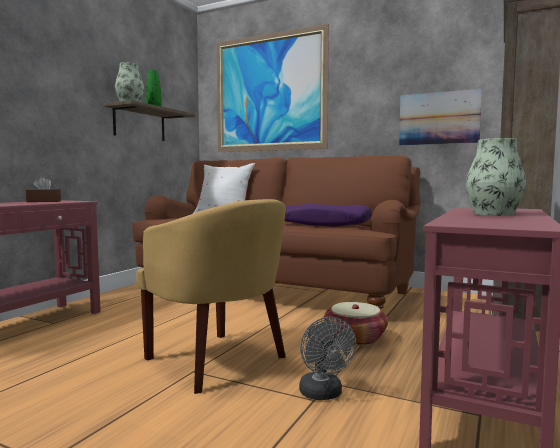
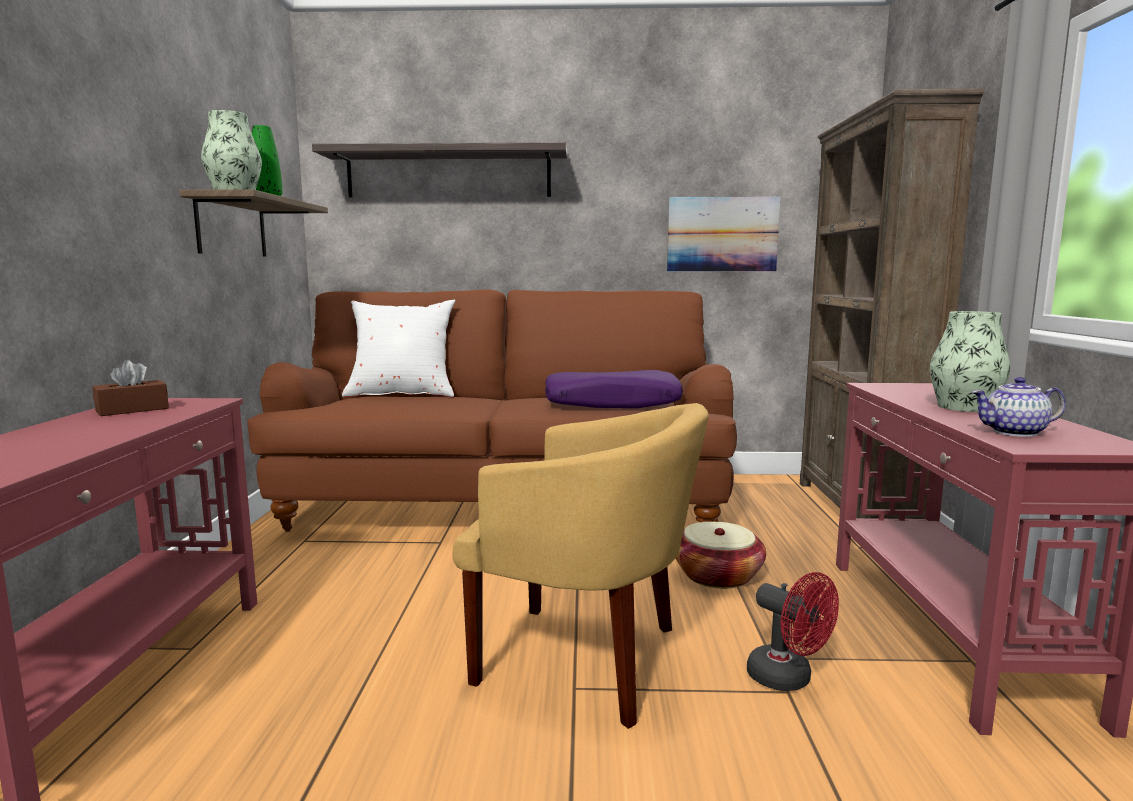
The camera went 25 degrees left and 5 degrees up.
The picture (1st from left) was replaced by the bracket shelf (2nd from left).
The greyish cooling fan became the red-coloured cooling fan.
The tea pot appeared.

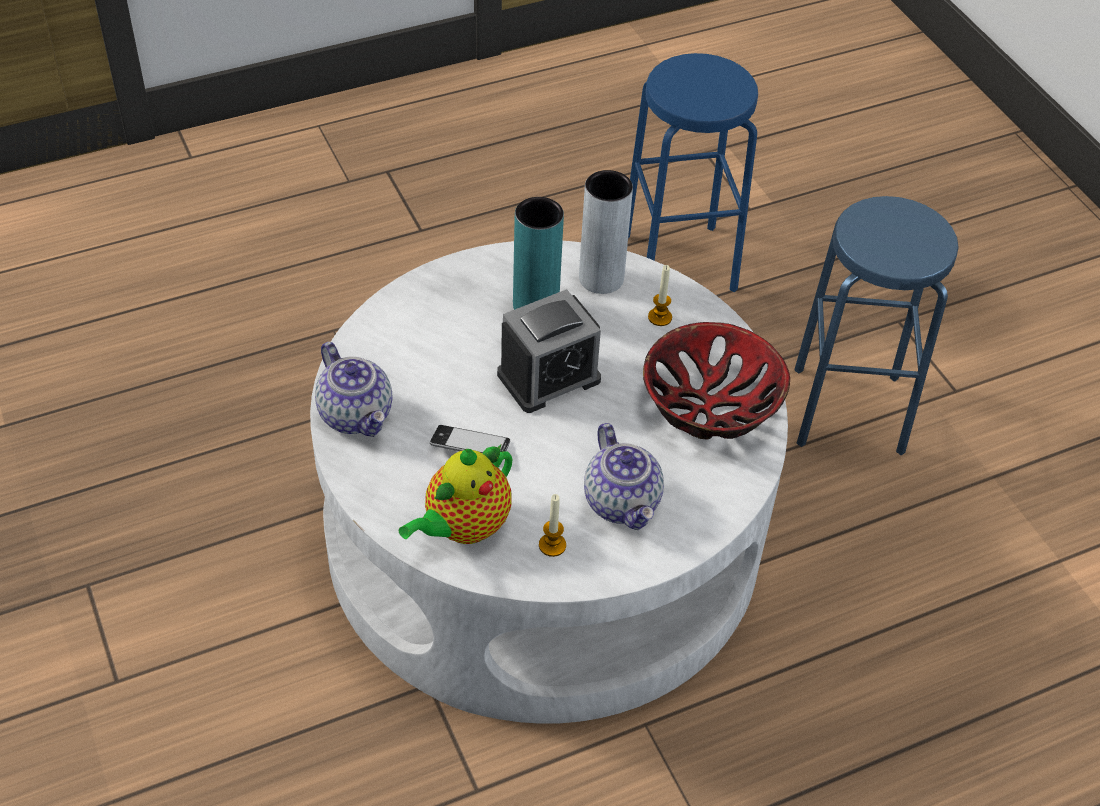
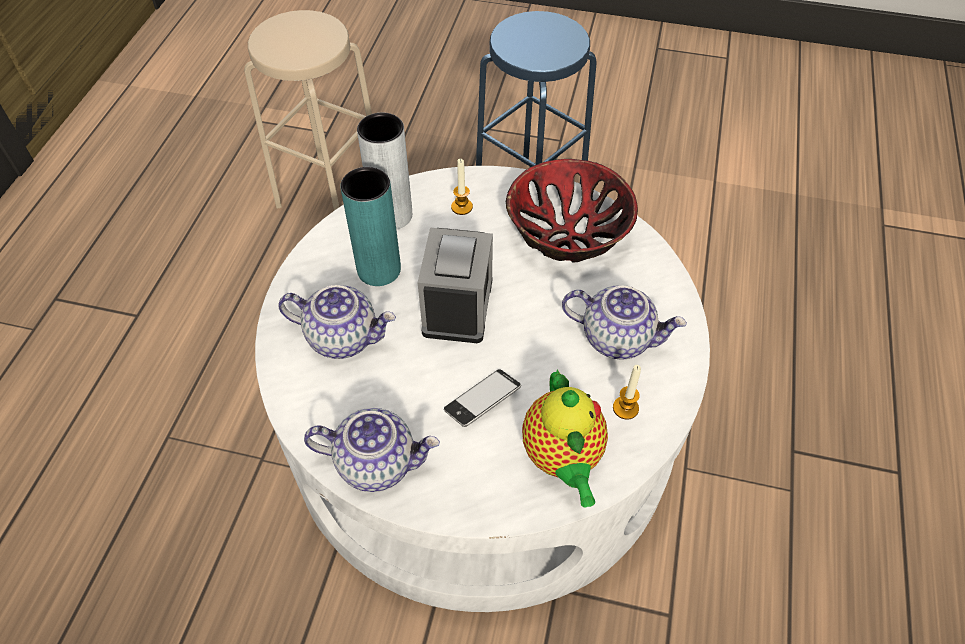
The camera went 50 degrees left and 5 degrees up.
The bluish stool (1st from left) became the sand-coloured stool.
The tea pot (1st from left) appeared.

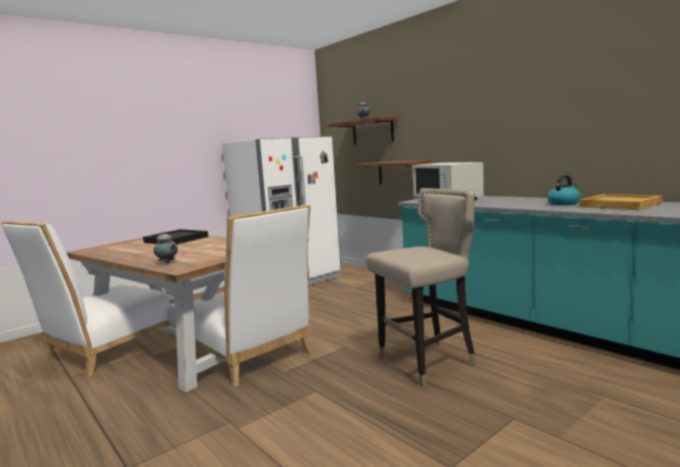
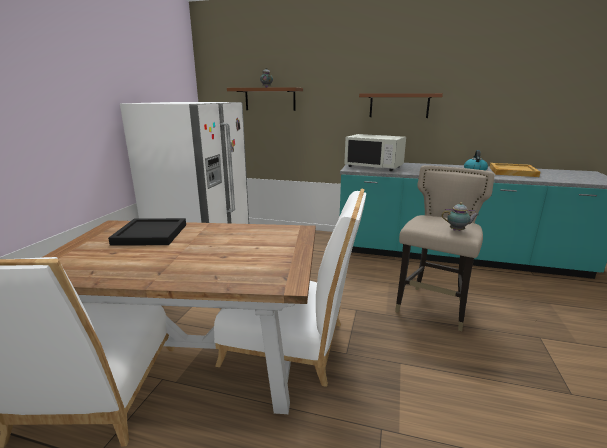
The camera went 35 degrees left and 10 degrees up.
The brown bracket shelf (2nd from left) moved.
The tea pot (1st from left in the first image) moved.

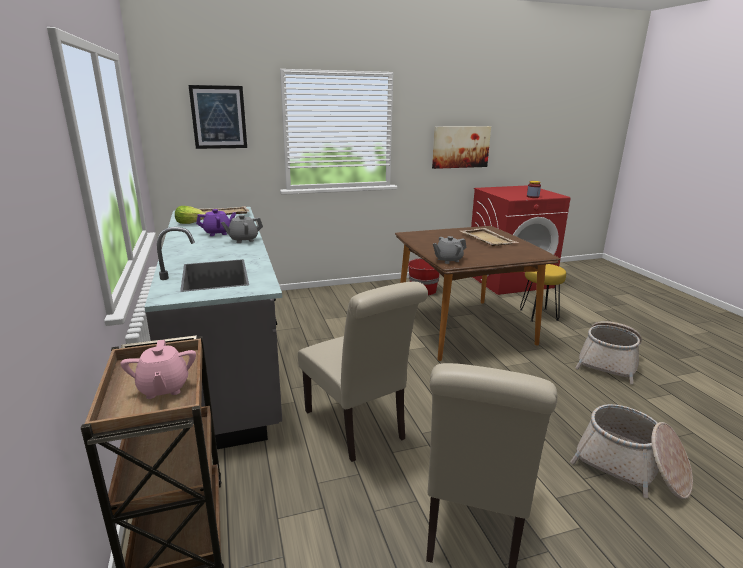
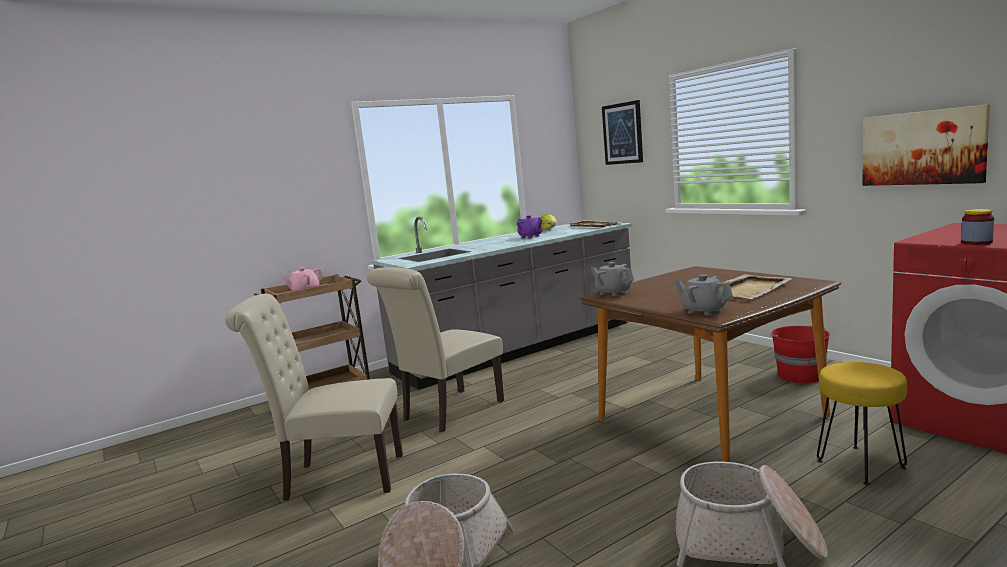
The camera went 75 degrees right and 10 degrees down.
The greyish tea pot (1st from left in the first image) moved.

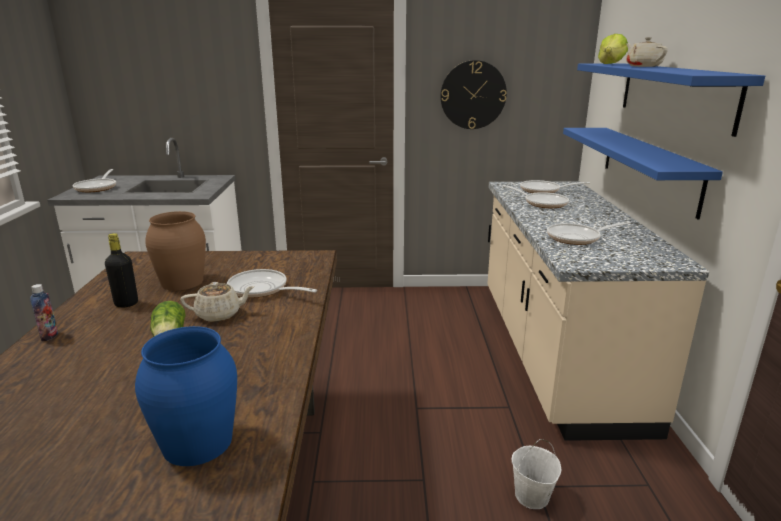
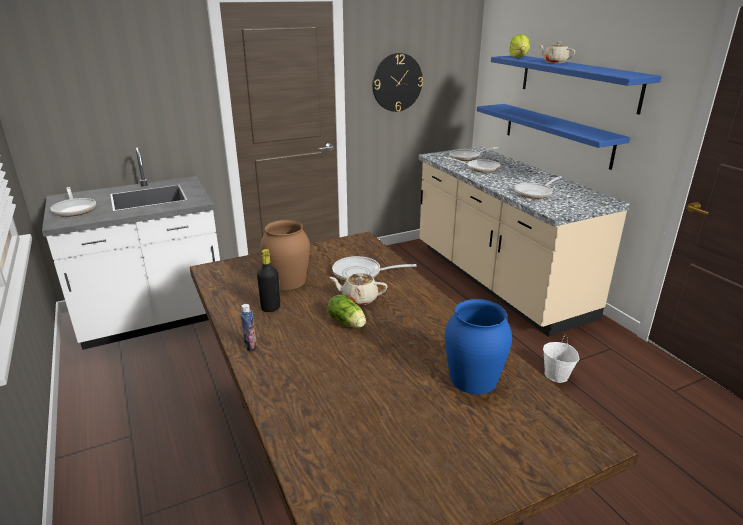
The camera went 25 degrees left and 5 degrees up.
The sand-coloured tea pot (1st from left) turned 135 degrees counterclockwise.

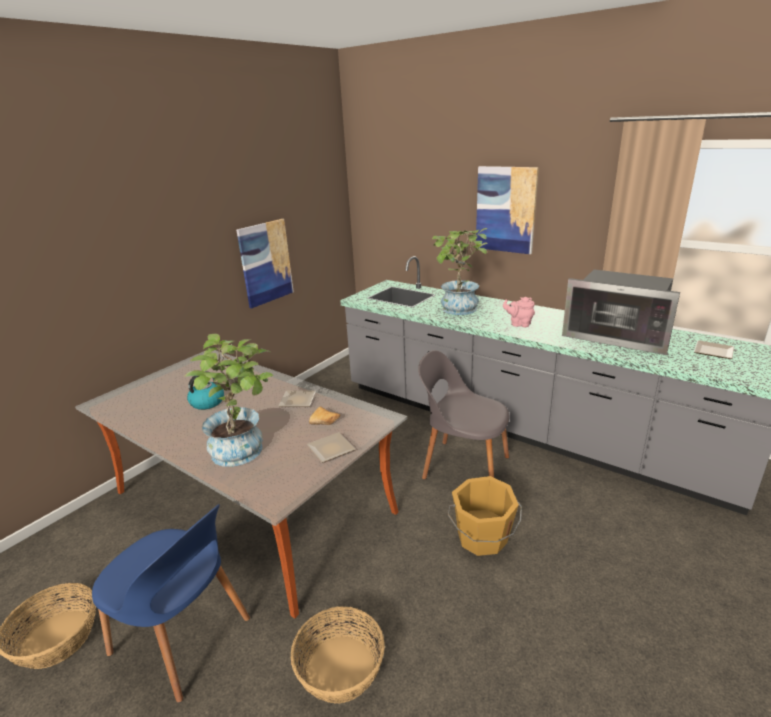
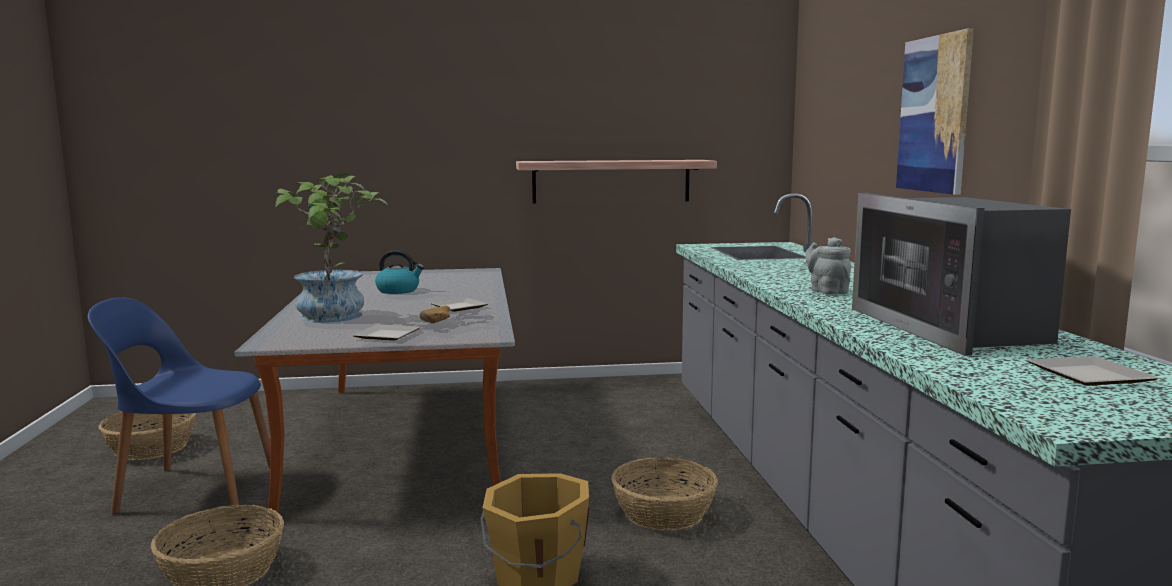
The camera went 45 degrees right and 15 degrees down.
The picture (1st from left) was replaced by the bracket shelf.
The potted plant (2nd from left) disappeared.
The pinkish tea pot became the greyish tea pot.
The greyish chair was replaced by the storage basket (3rd from left).
The bluish chair turned 105 degrees clockwise.

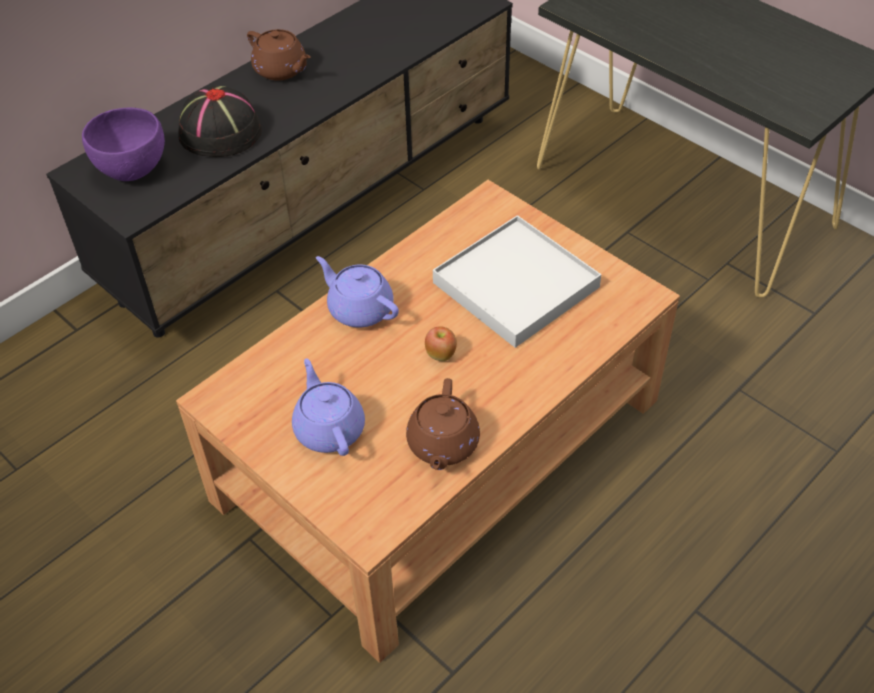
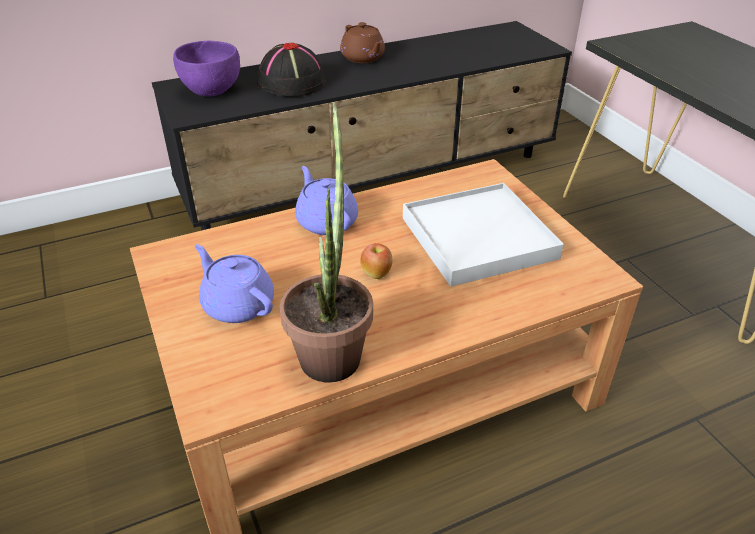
The camera went 20 degrees right and 10 degrees down.
The purplish tea pot (1st from left) turned 45 degrees counterclockwise.
The brown tea pot (2nd from left) was replaced by the potted plant.

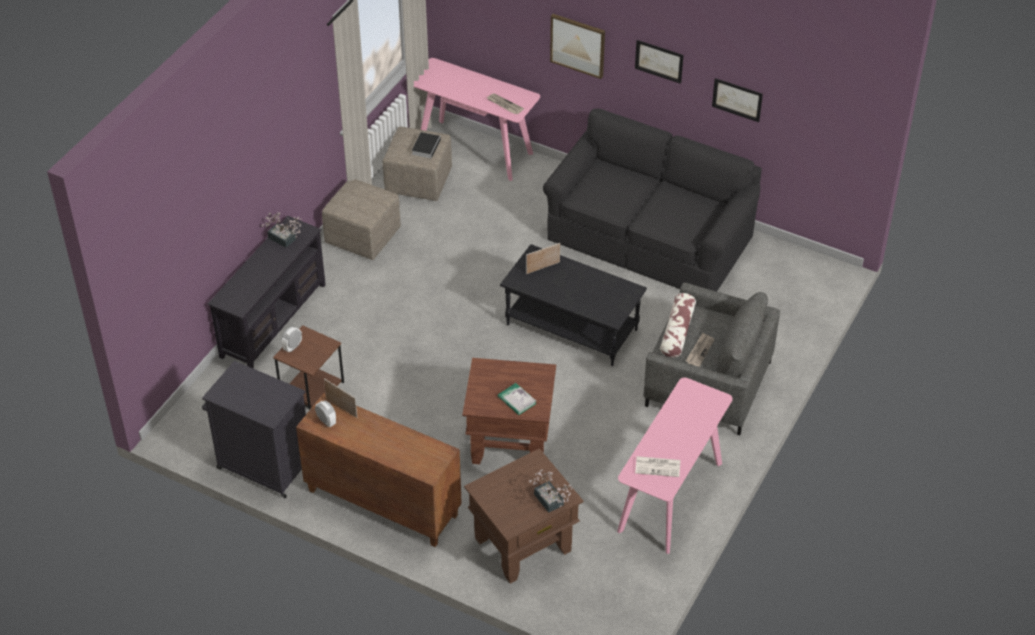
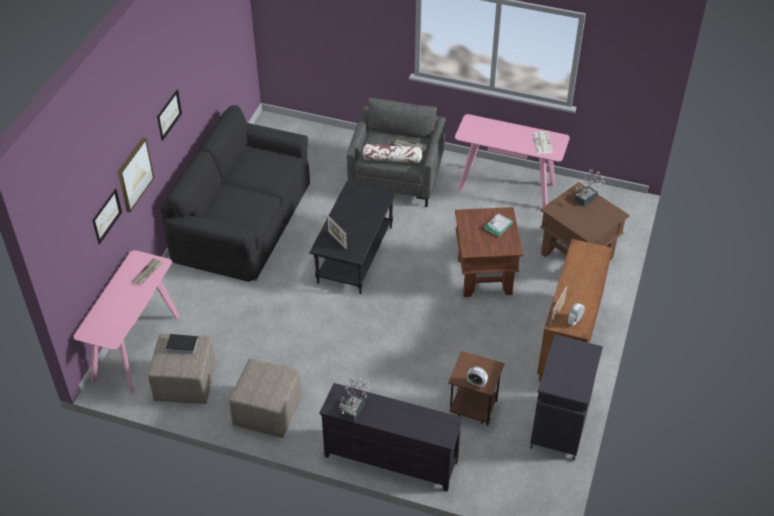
The camera went 100 degrees left and 0 degrees up.
The picture (3rd from left in the first image) moved.

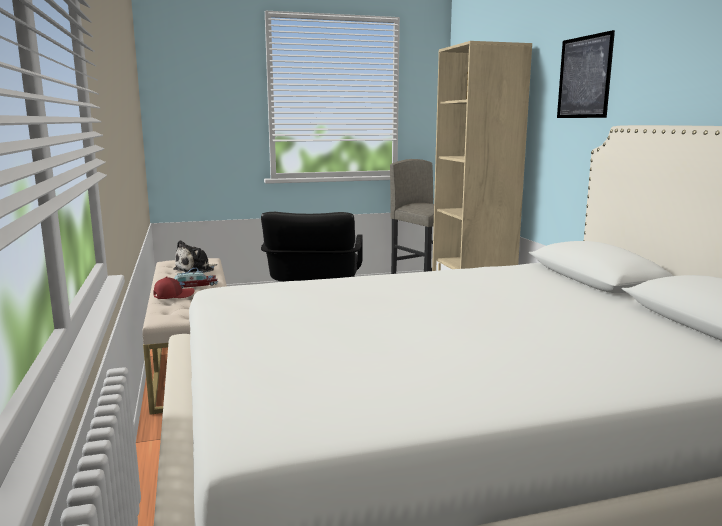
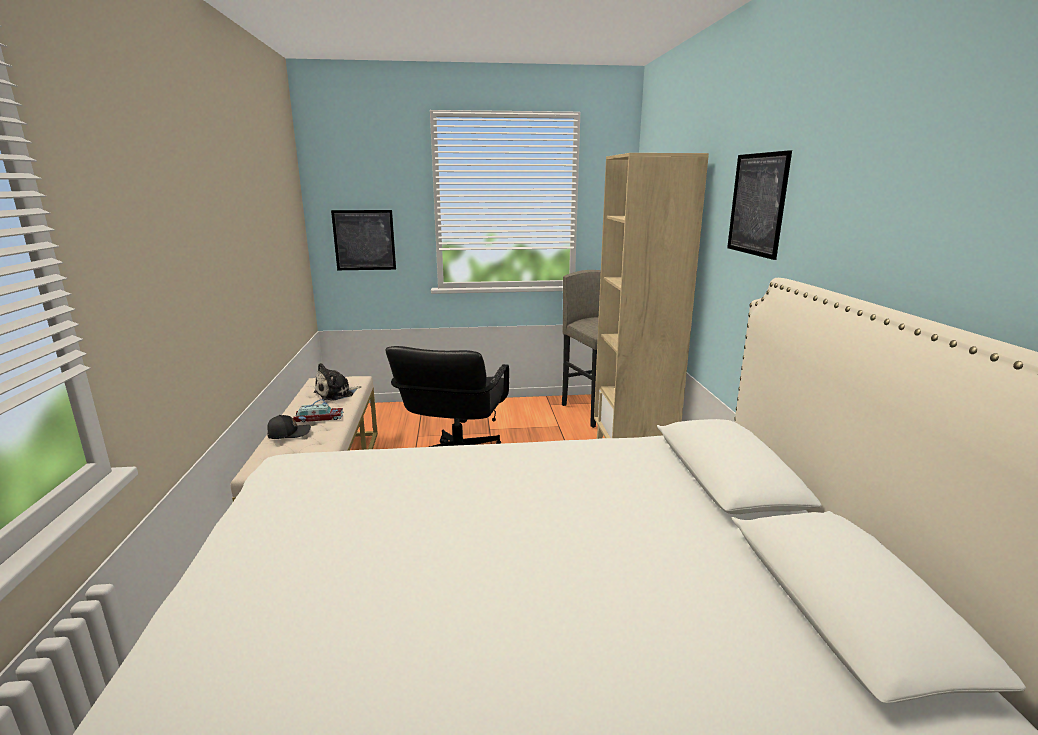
The camera went 10 degrees right and 5 degrees up.
The red-coloured cap became the black-coloured cap.
The picture (1st from left) appeared.

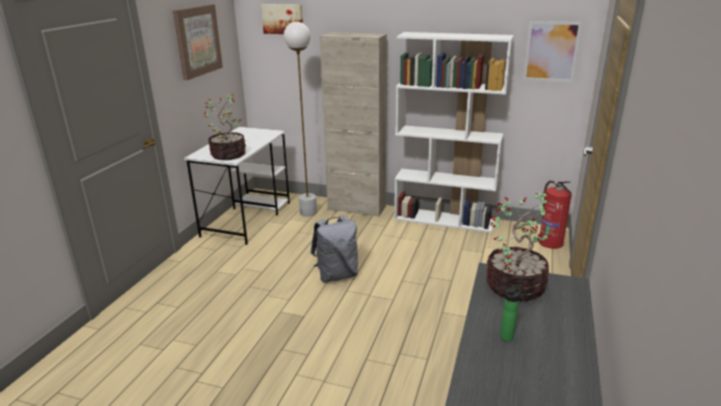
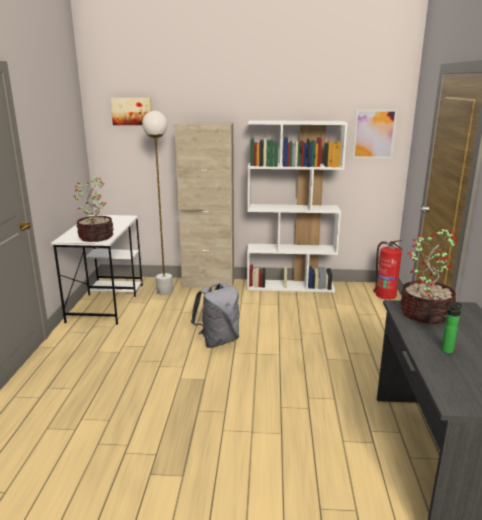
The camera went 15 degrees left and 5 degrees down.
The picture (1st from left) disappeared.

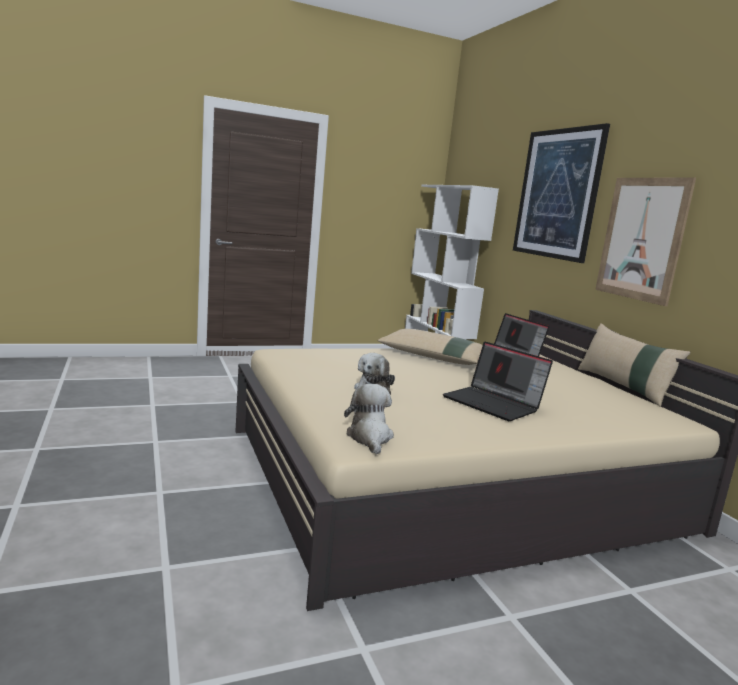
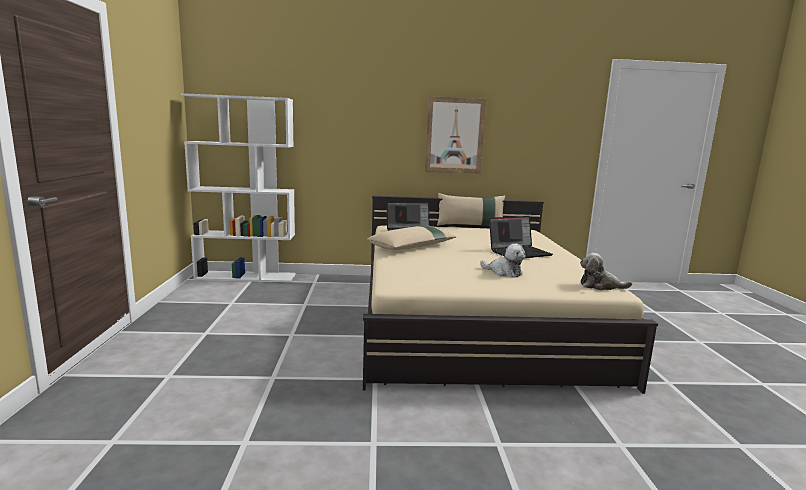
The camera went 70 degrees left and 0 degrees up.
The picture (1st from left) disappeared.

